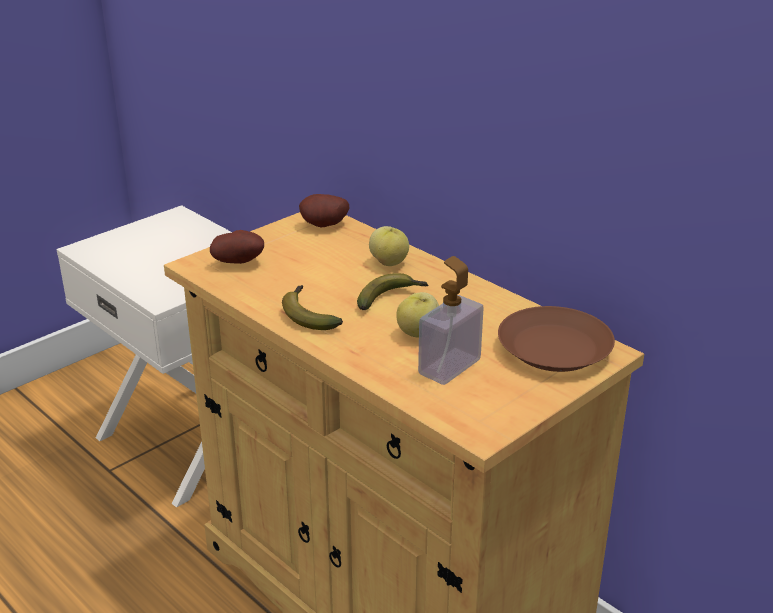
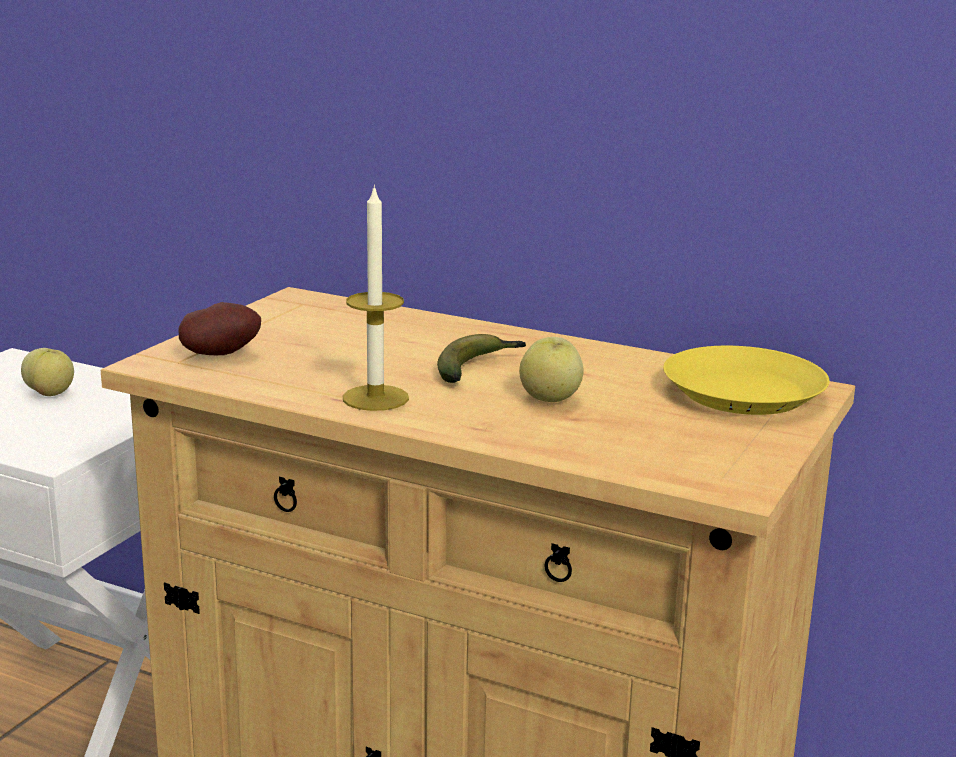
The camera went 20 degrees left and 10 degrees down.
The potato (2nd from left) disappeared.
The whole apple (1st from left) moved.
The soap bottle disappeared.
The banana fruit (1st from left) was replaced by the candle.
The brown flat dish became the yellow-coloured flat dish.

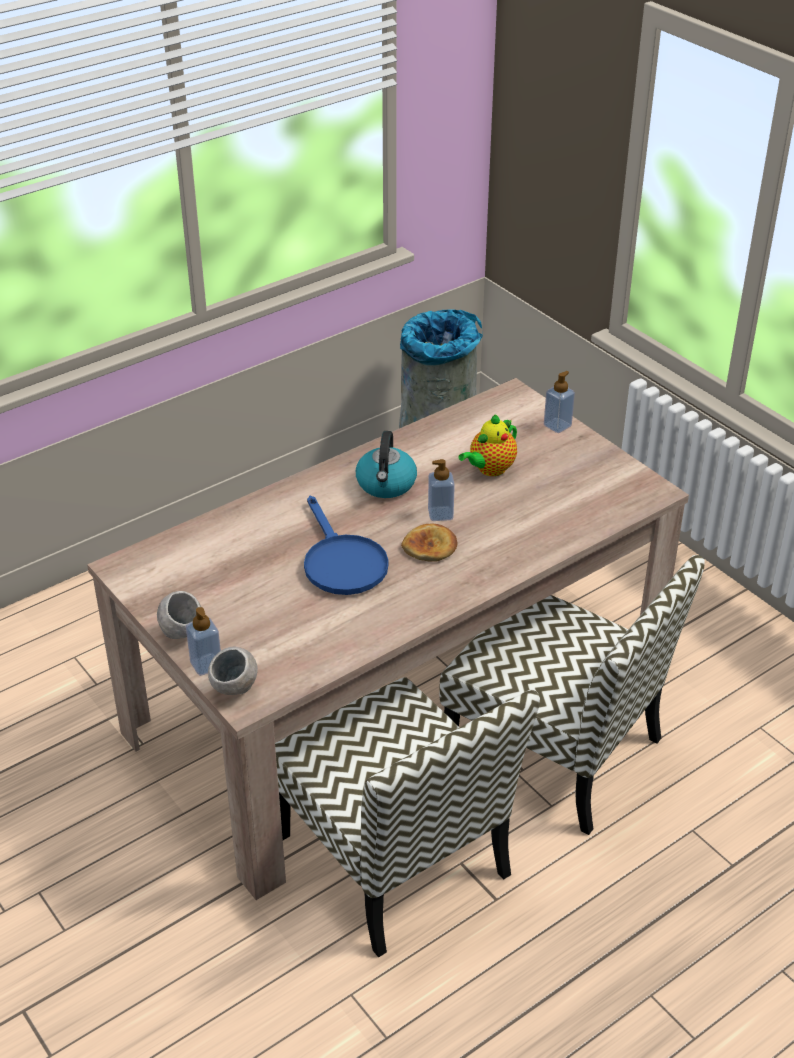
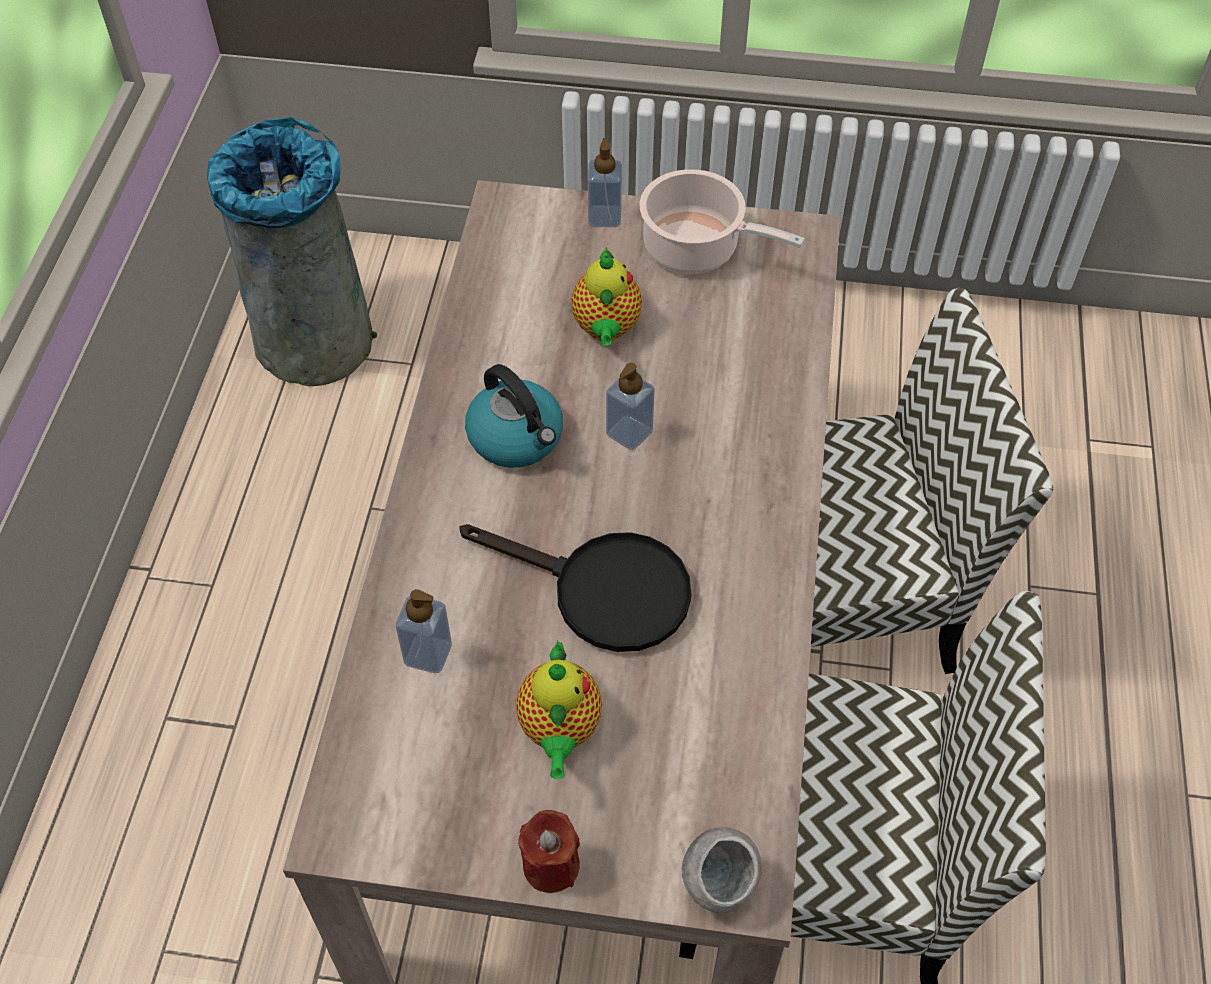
The camera went 45 degrees left and 15 degrees up.
The bluish skillet became the black-coloured skillet.
The bakery bread disappeared.
The greyish deep dish (1st from left) was replaced by the red-coloured candle.
The soap bottle (1st from left) moved.
The saucepot appeared.
The tea pot (1st from left) appeared.

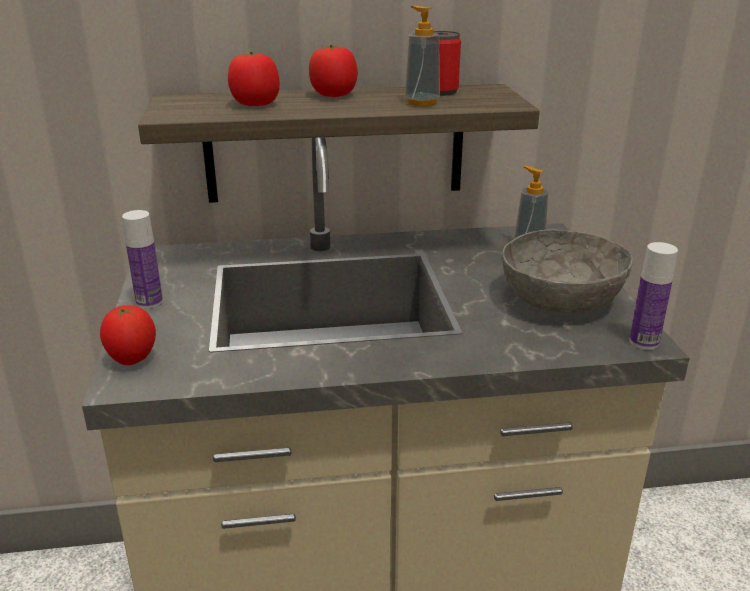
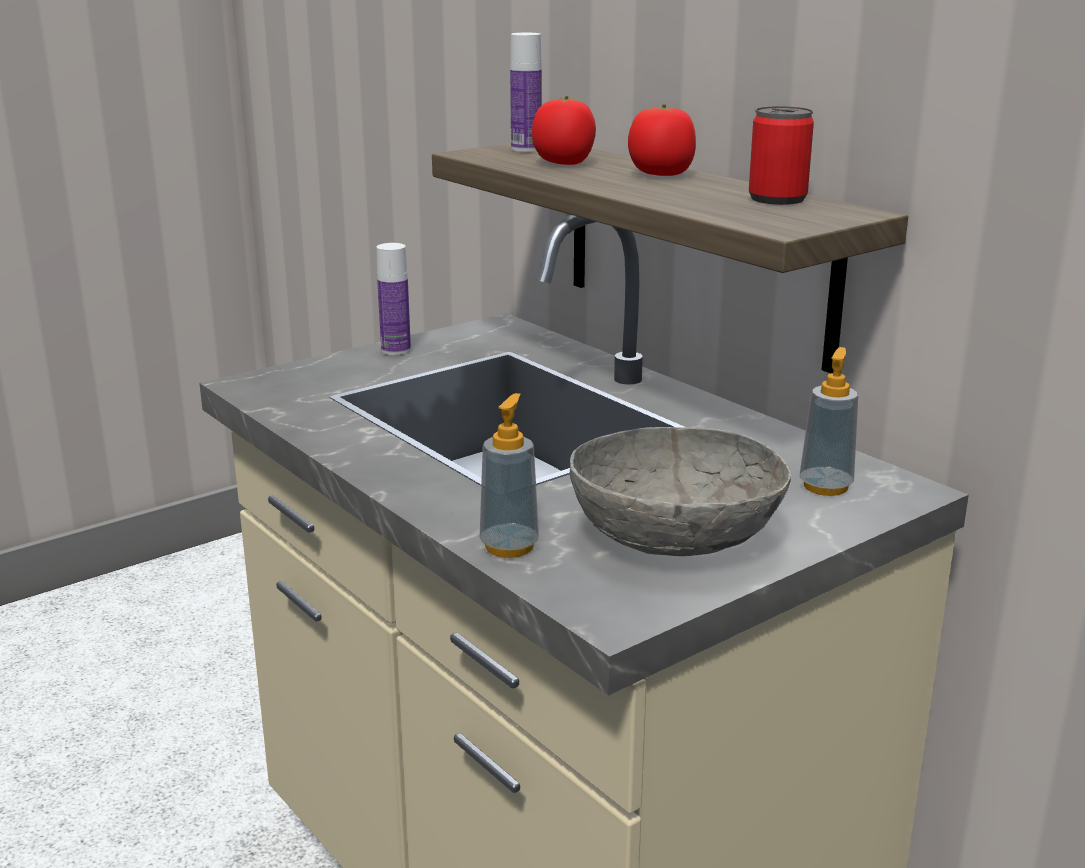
The camera went 60 degrees right and 5 degrees down.
The soap bottle (1st from left) moved.
The bottle (2nd from left) moved.
The fresh tomato (1st from left) disappeared.

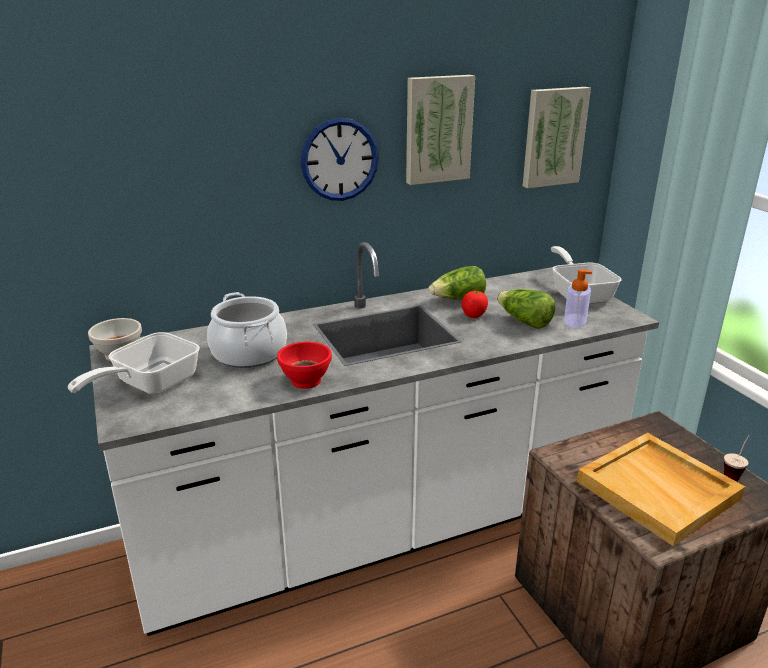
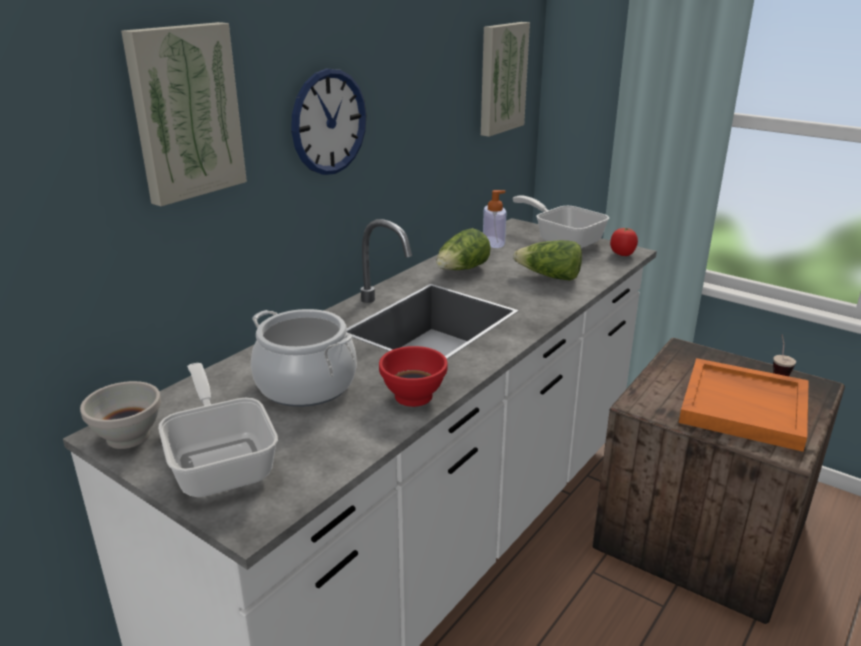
The camera went 30 degrees left and 0 degrees up.
The picture (1st from left) moved.
The soap bottle moved.
The fresh tomato moved.
The skillet (1st from left) turned 150 degrees clockwise.
The sand-coloured serving tray became the orange serving tray.

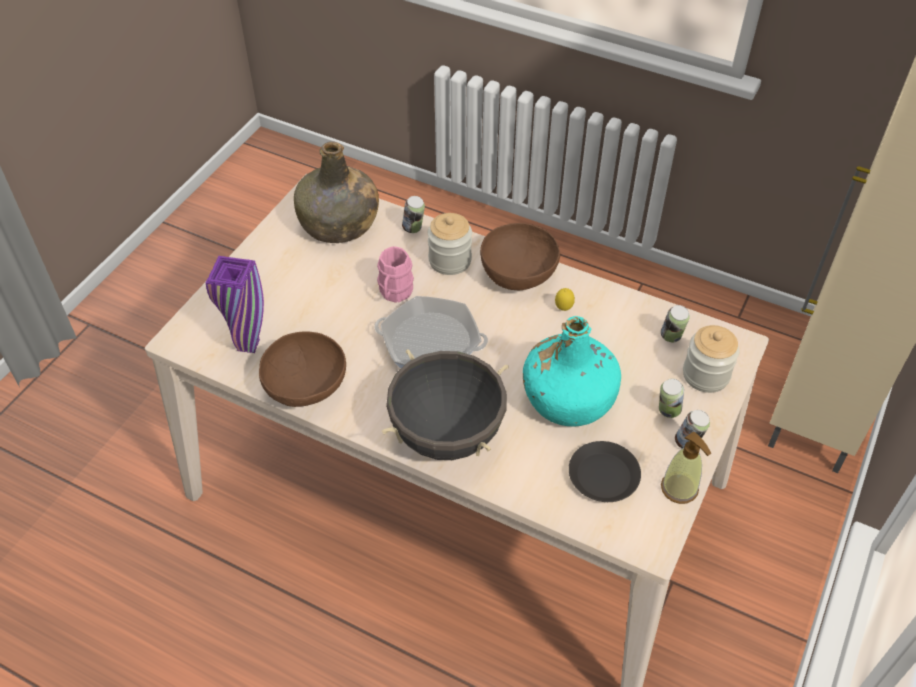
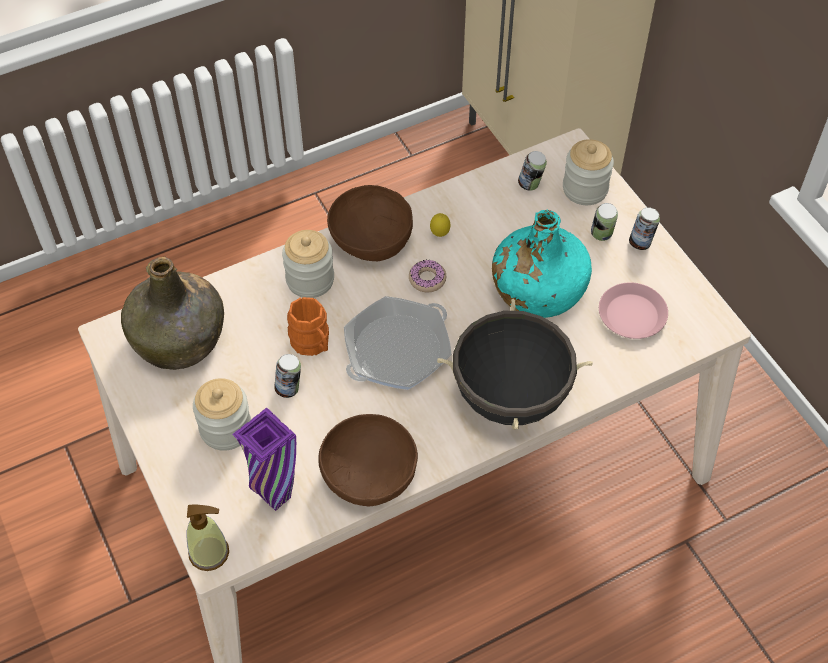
The camera went 55 degrees left and 5 degrees up.
The sealed can (1st from left) moved.
The pinkish tea mug became the orange tea mug.
The soap bottle moved.
The black-coloured flat dish became the pinkish flat dish.
The doughnut appeared.
The storage jar (1st from left) appeared.

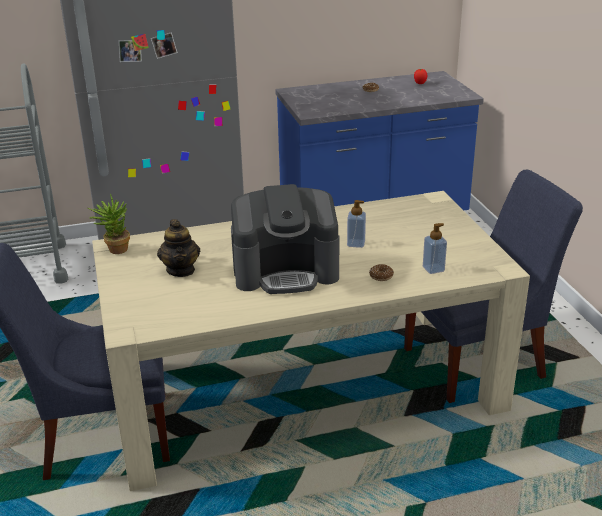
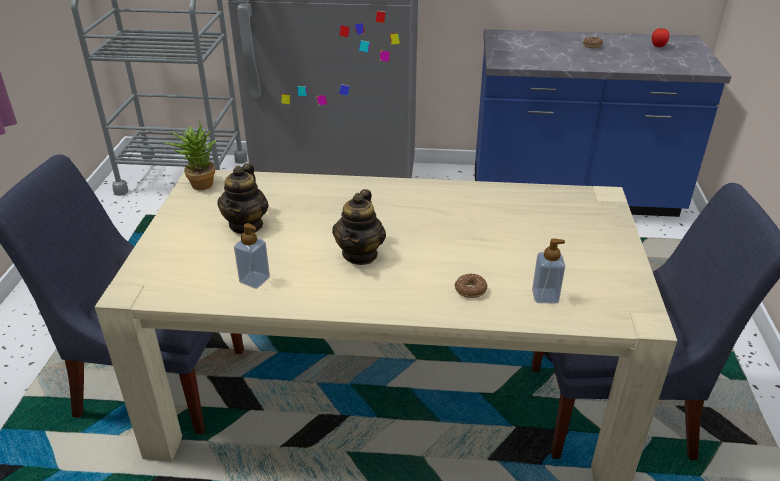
The camera went 20 degrees right and 5 degrees up.
The coffee brewer was replaced by the tea pot (2nd from left).
The soap bottle (1st from left) moved.

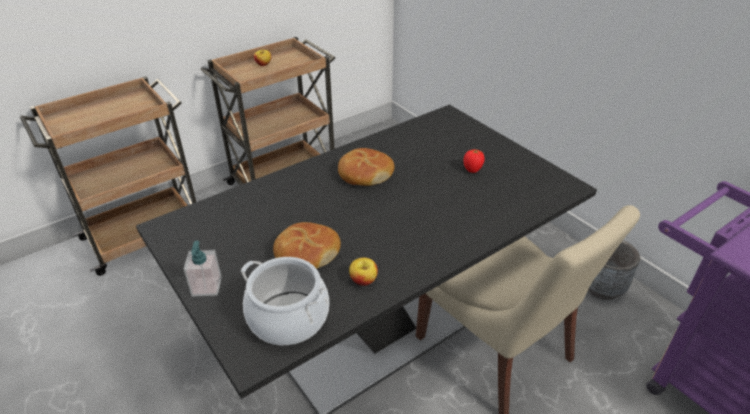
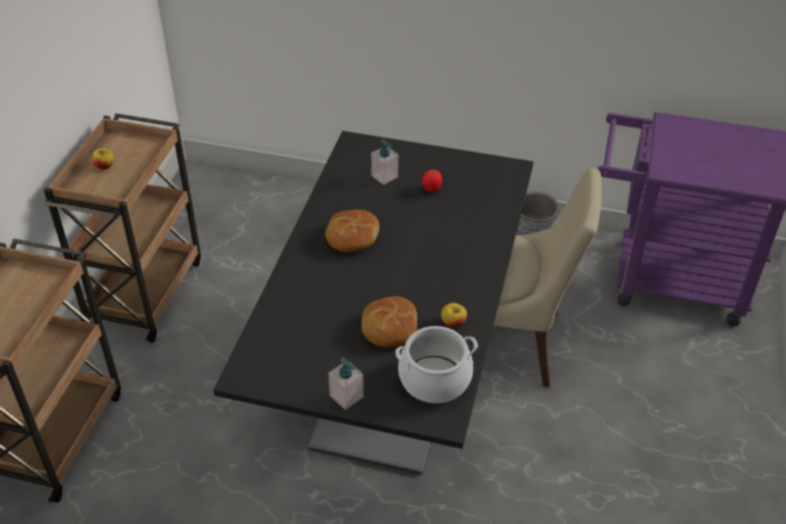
The camera went 40 degrees left and 5 degrees up.
The soap bottle (2nd from left) appeared.

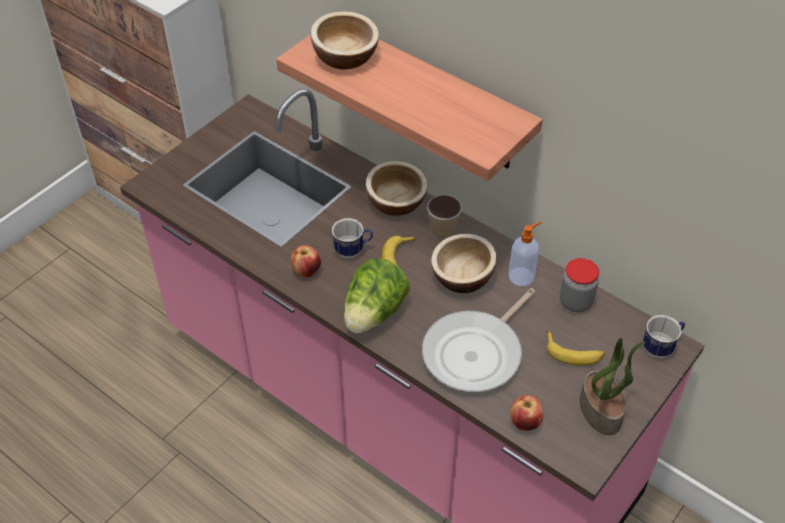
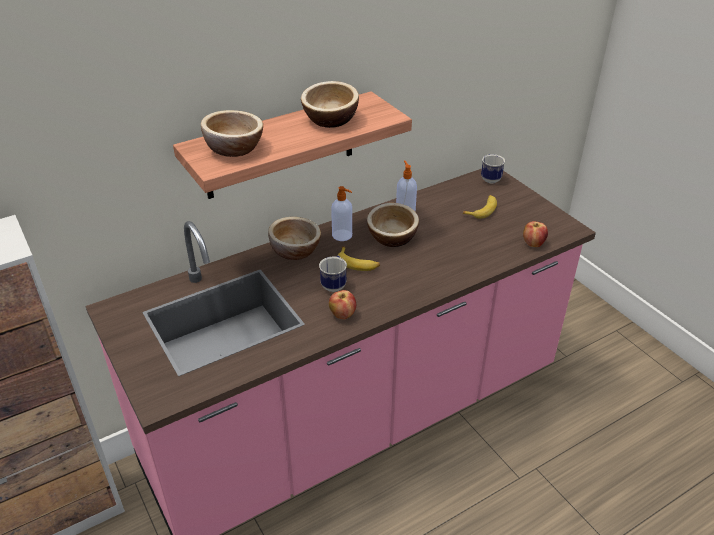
The camera went 70 degrees left and 10 degrees down.
The cup was replaced by the soap bottle (1st from left).
The storage jar disappeared.
The head of lettuce disappeared.
The skillet disappeared.
The potted plant disappeared.
The deep dish (3rd from left) appeared.

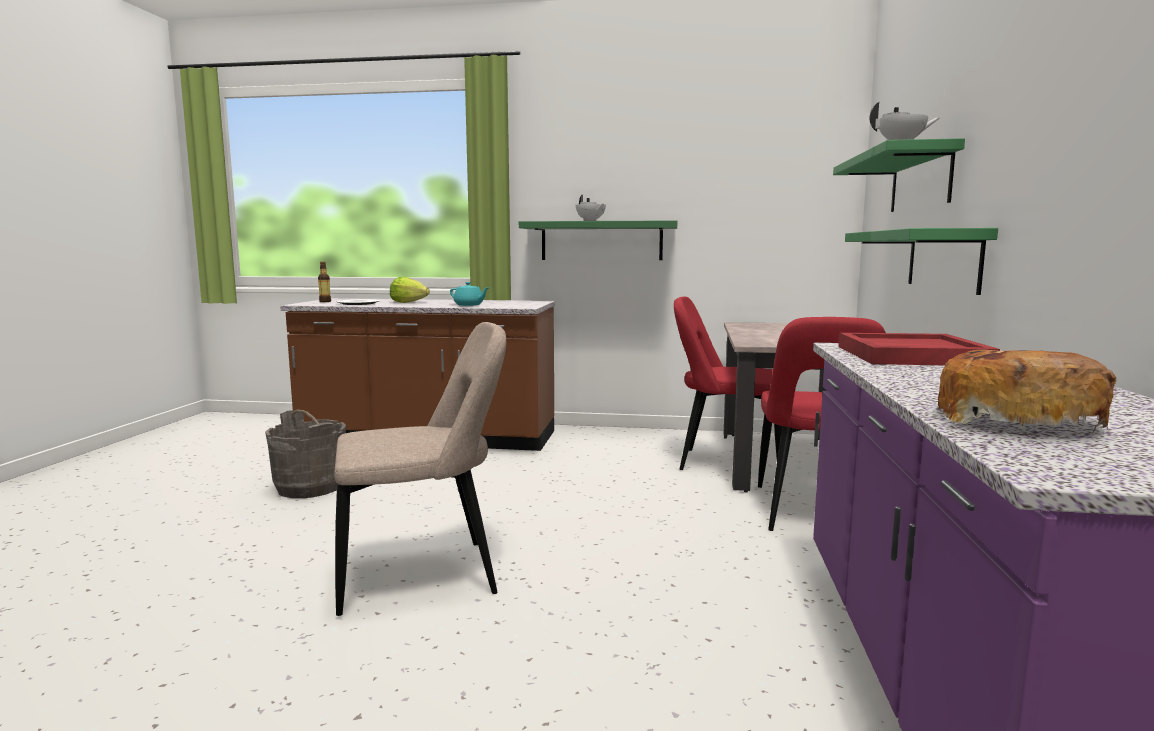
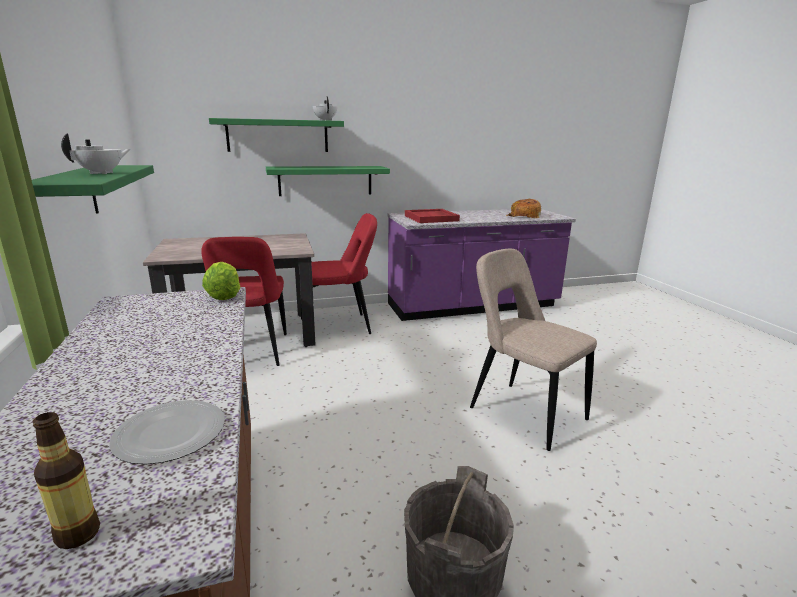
The camera went 115 degrees left and 10 degrees up.
The head of lettuce moved.
The blue-green tea pot disappeared.

